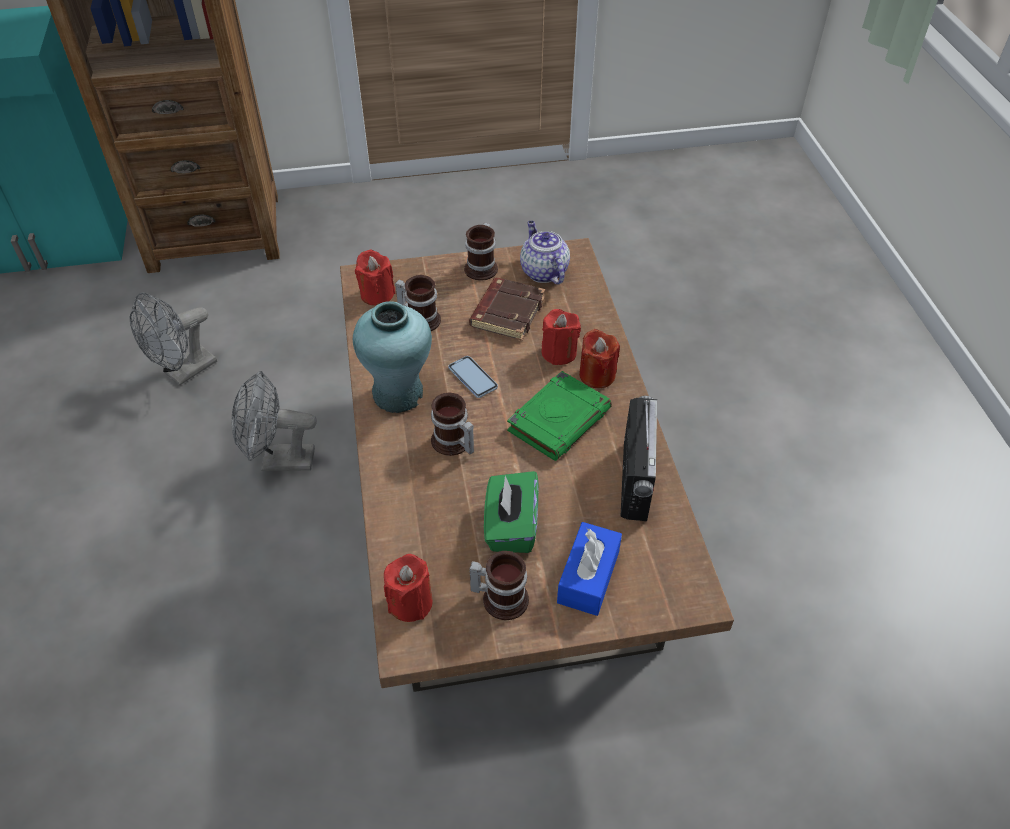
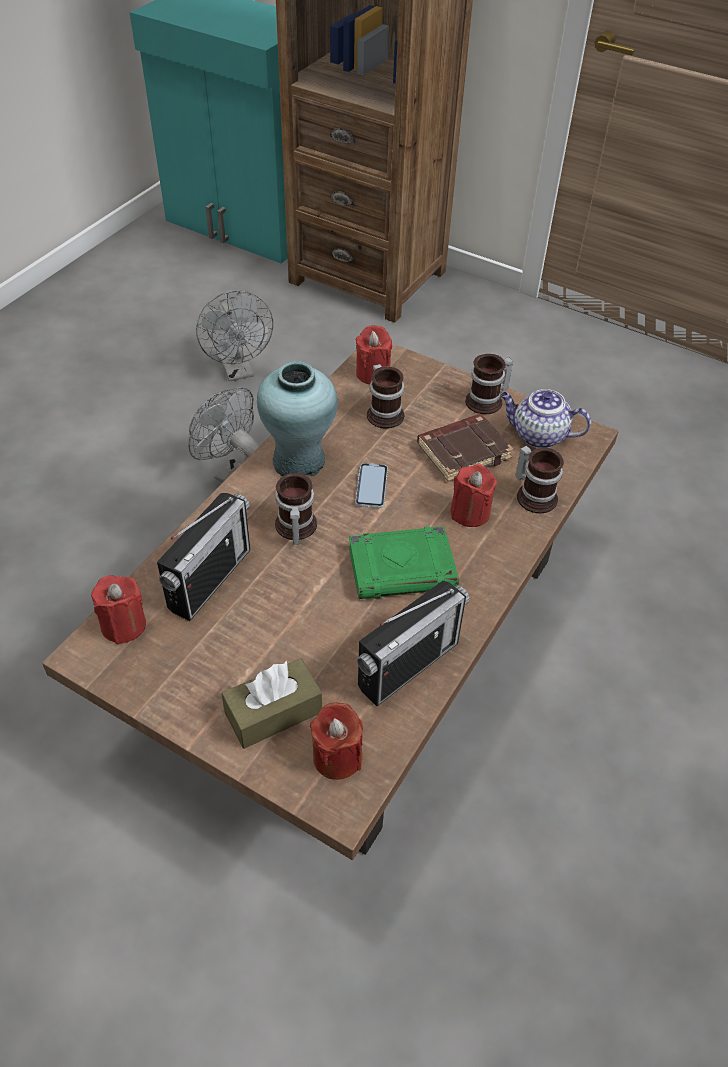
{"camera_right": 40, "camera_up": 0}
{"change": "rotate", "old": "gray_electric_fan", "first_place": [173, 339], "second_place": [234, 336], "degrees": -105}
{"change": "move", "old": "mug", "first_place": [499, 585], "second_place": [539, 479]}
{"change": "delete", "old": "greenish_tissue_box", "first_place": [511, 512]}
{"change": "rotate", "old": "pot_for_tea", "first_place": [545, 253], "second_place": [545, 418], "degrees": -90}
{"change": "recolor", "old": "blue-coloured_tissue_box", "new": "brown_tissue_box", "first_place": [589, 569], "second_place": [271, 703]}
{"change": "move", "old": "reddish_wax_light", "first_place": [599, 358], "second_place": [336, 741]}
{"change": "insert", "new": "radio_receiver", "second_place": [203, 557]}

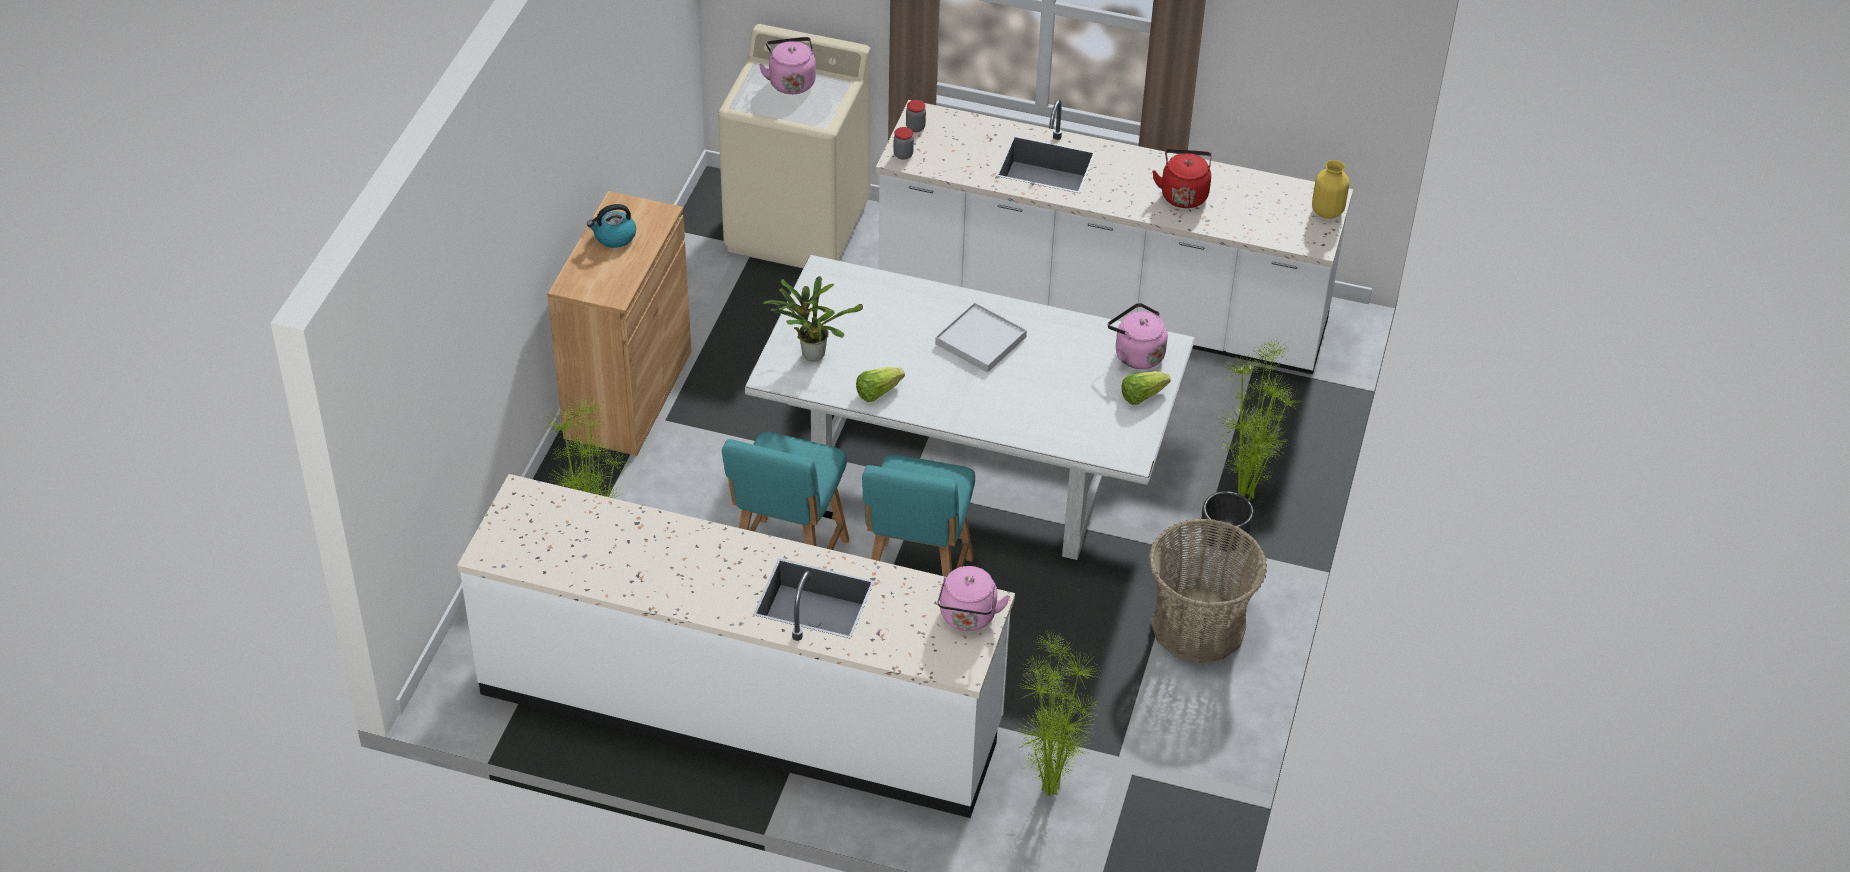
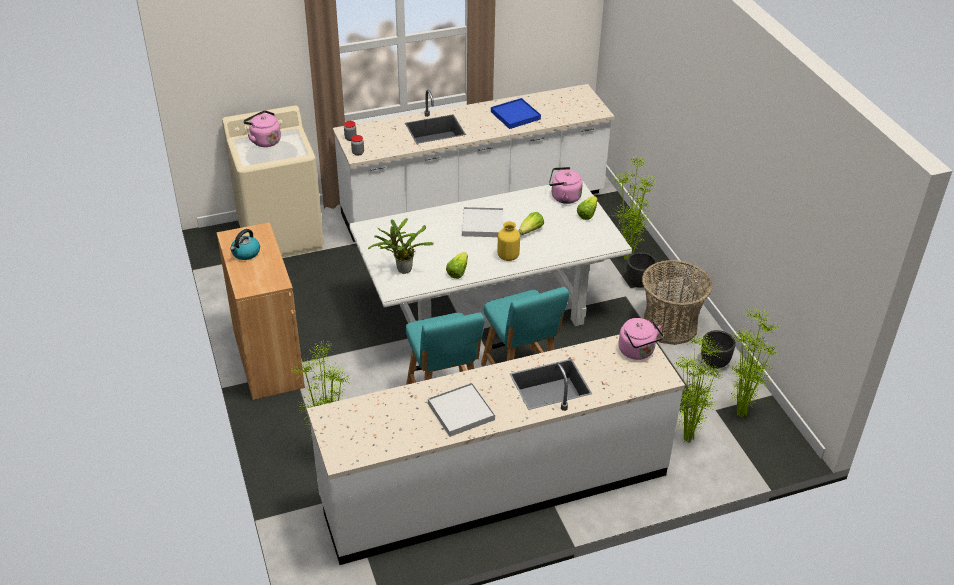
{"camera_right": -35, "camera_up": -5}
{"change": "replace", "old": "reddish_tea_kettle", "new": "blue-coloured_tray", "first_place": [1182, 178], "second_place": [516, 113]}
{"change": "move", "old": "yellowish_decorative_vase", "first_place": [1330, 189], "second_place": [509, 241]}
{"change": "insert", "new": "whitish_tray", "second_place": [461, 410]}
{"change": "insert", "new": "lettuce_head", "second_place": [531, 223]}
{"change": "insert", "new": "black_flower_pot", "second_place": [718, 349]}
{"change": "insert", "new": "plant_in_a_pot", "second_place": [755, 363]}

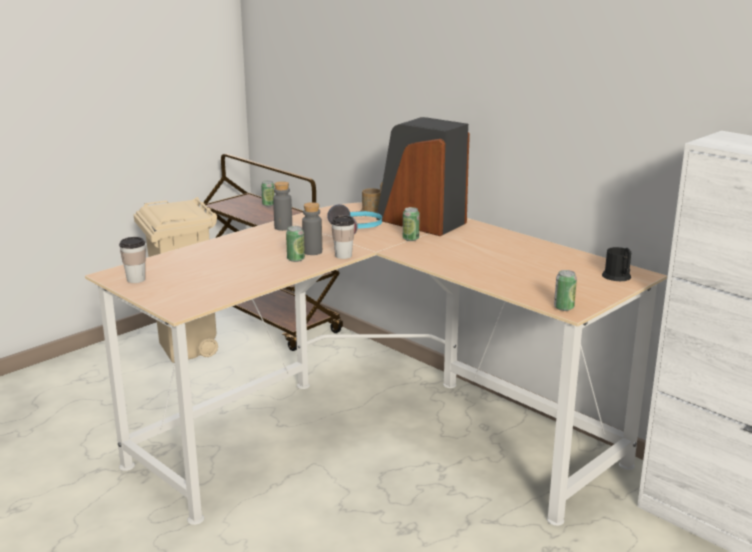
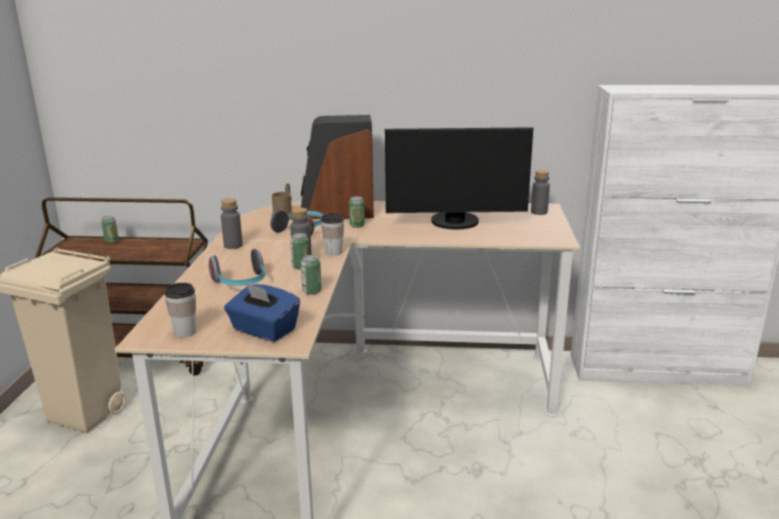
{"camera_right": -40, "camera_up": 0}
{"change": "move", "old": "can", "first_place": [565, 290], "second_place": [311, 275]}
{"change": "replace", "old": "black_mug", "new": "gray_bottle", "first_place": [616, 264], "second_place": [540, 192]}
{"change": "insert", "new": "headset", "second_place": [237, 267]}
{"change": "insert", "new": "blue-coloured_tissue_box", "second_place": [262, 312]}
{"change": "insert", "new": "computer_screen", "second_place": [459, 178]}

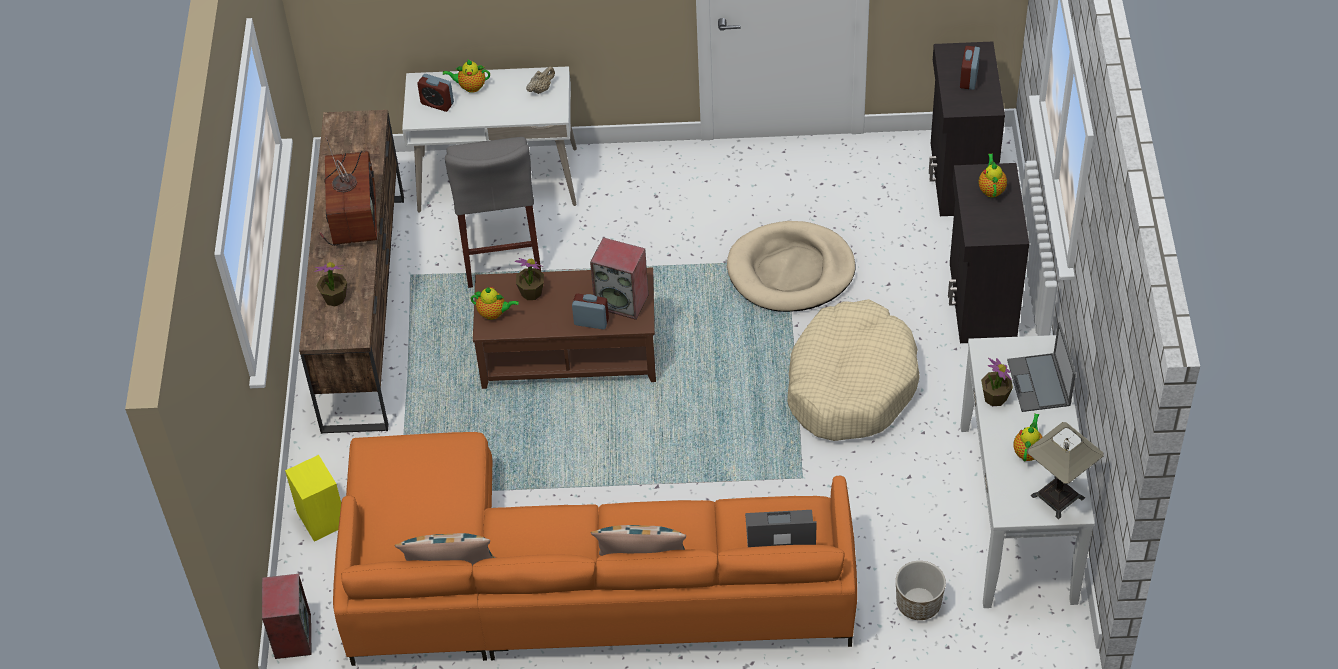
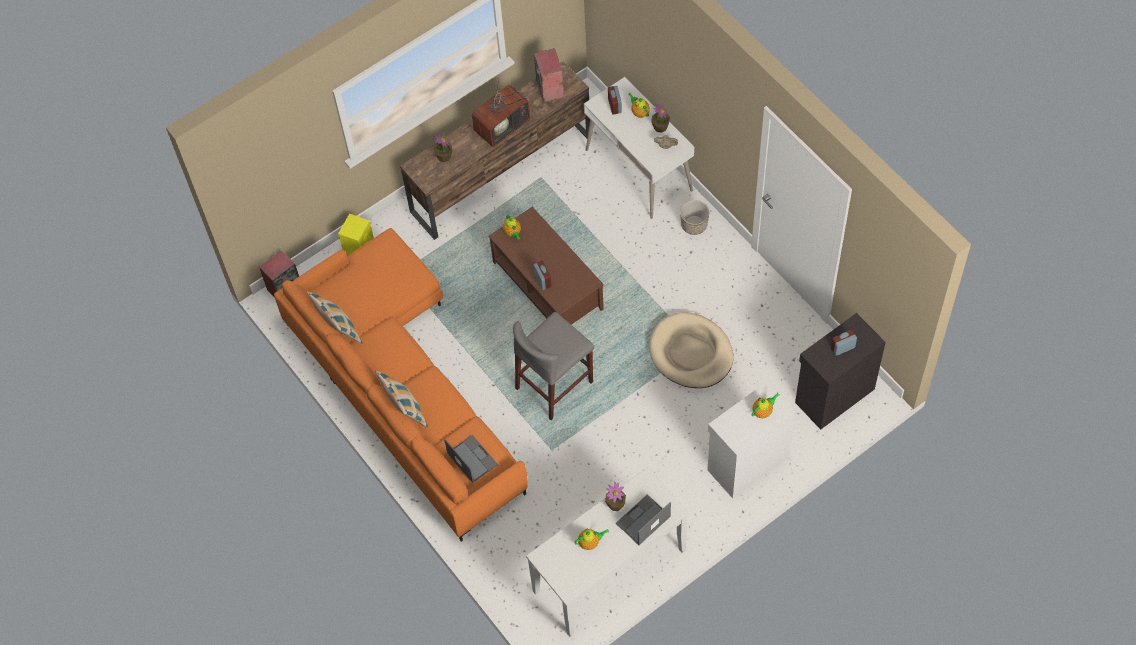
{"camera_right": 55, "camera_up": 10}
{"change": "move", "old": "gray_stool_seat", "first_place": [493, 212], "second_place": [553, 366]}
{"change": "move", "old": "plant_in_a_pot", "first_place": [529, 279], "second_place": [660, 118]}
{"change": "move", "old": "speaker", "first_place": [619, 278], "second_place": [549, 75]}
{"change": "delete", "old": "sand-coloured_pet_bed", "first_place": [853, 370]}
{"change": "move", "old": "flower_pot", "first_place": [921, 590], "second_place": [694, 217]}
{"change": "recolor", "old": "black_cabinet", "new": "whitish_cabinet", "first_place": [988, 253], "second_place": [751, 440]}
{"change": "delete", "old": "table_lamp", "first_place": [1065, 470]}

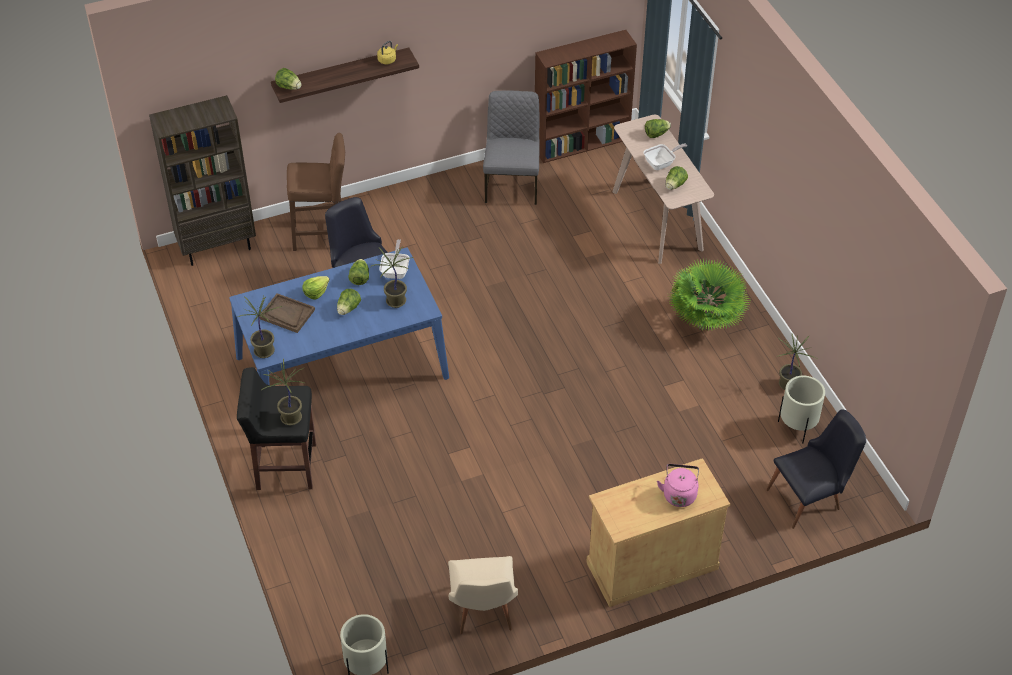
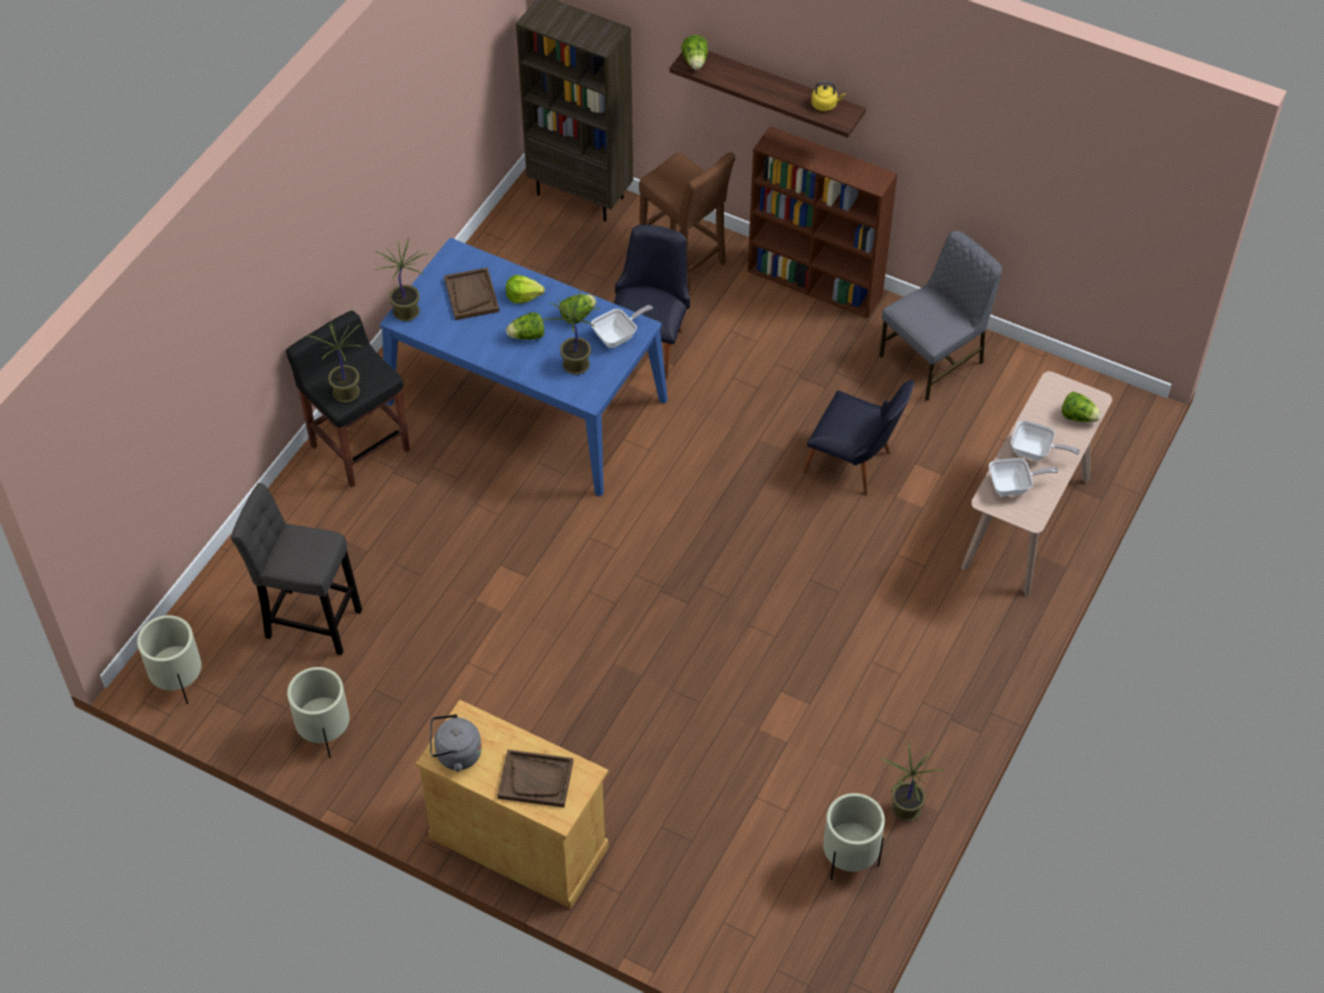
{"camera_right": 50, "camera_up": 5}
{"change": "replace", "old": "sand-coloured_upright_chair", "new": "sand-coloured_flower_pot", "first_place": [483, 595], "second_place": [318, 712]}
{"change": "move", "old": "brown_shelving_unit", "first_place": [586, 96], "second_place": [822, 222]}
{"change": "replace", "old": "pink_tea_kettle", "new": "brown_tray", "first_place": [678, 485], "second_place": [535, 778]}
{"change": "replace", "old": "lettuce_head", "new": "pan", "first_place": [677, 178], "second_place": [1024, 477]}
{"change": "delete", "old": "plant_in_a_pot", "first_place": [709, 294]}
{"change": "move", "old": "black_upright_chair", "first_place": [816, 469], "second_place": [858, 437]}
{"change": "insert", "new": "gray_stool_seat", "second_place": [296, 569]}
{"change": "insert", "new": "gray_tea_kettle", "second_place": [456, 743]}

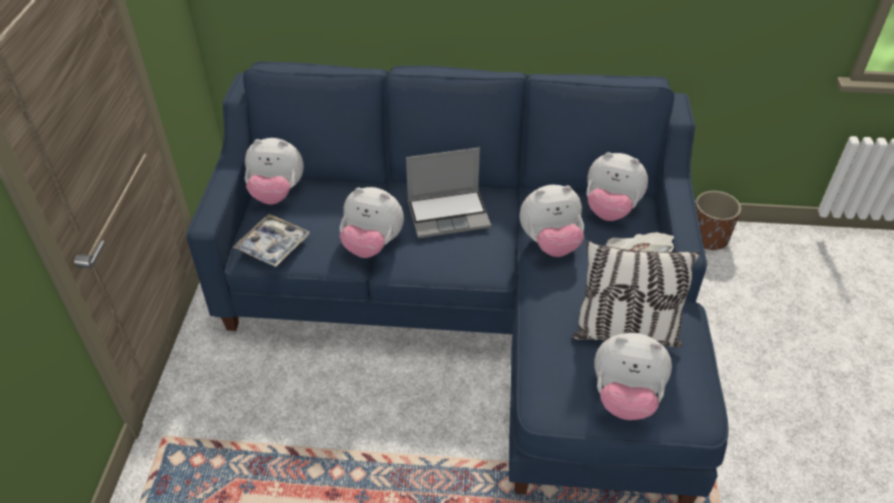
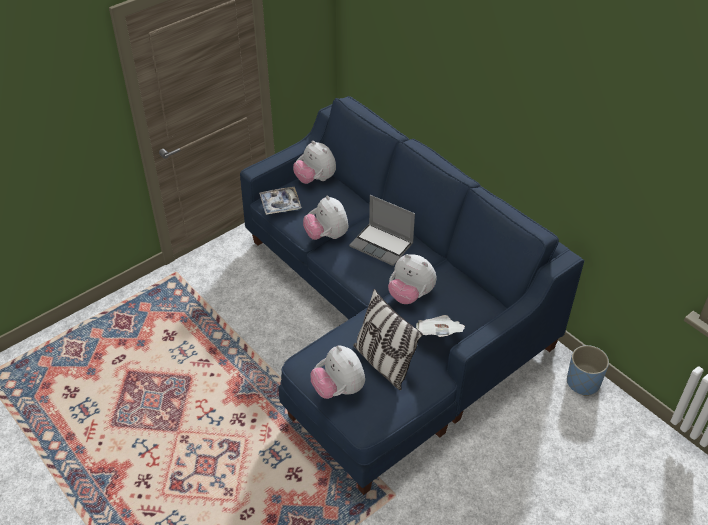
{"camera_right": 45, "camera_up": 0}
{"change": "delete", "old": "plush_toy", "first_place": [617, 186]}
{"change": "recolor", "old": "brown_flower_pot", "new": "blue-coloured_flower_pot", "first_place": [718, 220], "second_place": [588, 370]}

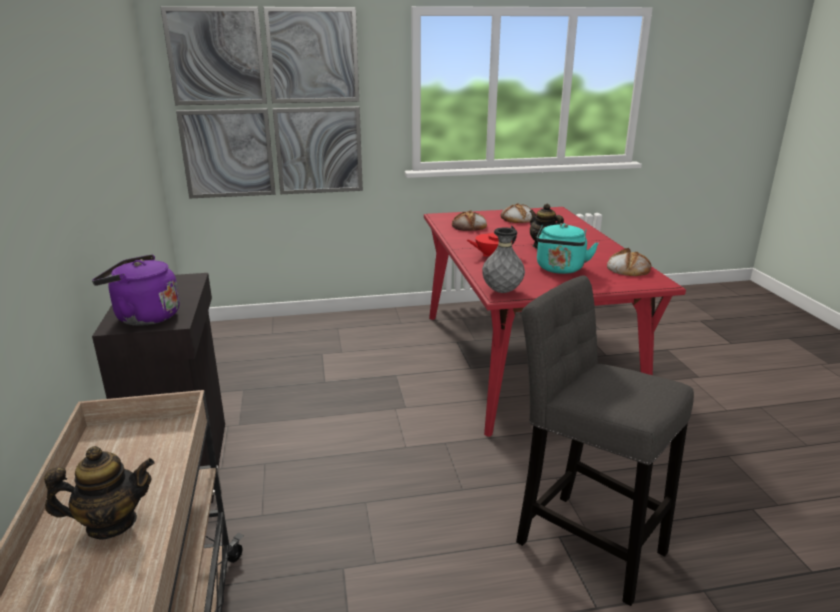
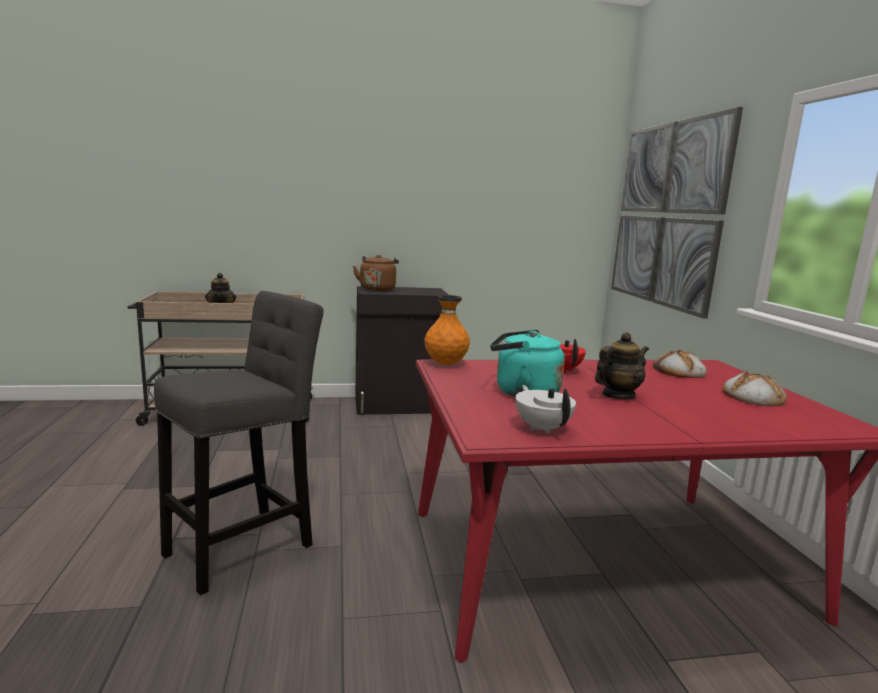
{"camera_right": 90, "camera_up": -10}
{"change": "recolor", "old": "purple_tea_kettle", "new": "brown_tea_kettle", "first_place": [136, 290], "second_place": [376, 273]}
{"change": "recolor", "old": "gray_decorative_vase", "new": "orangey_decorative_vase", "first_place": [503, 260], "second_place": [447, 330]}
{"change": "replace", "old": "bakery_bread", "new": "whitish_pot_for_tea", "first_place": [629, 262], "second_place": [545, 409]}

